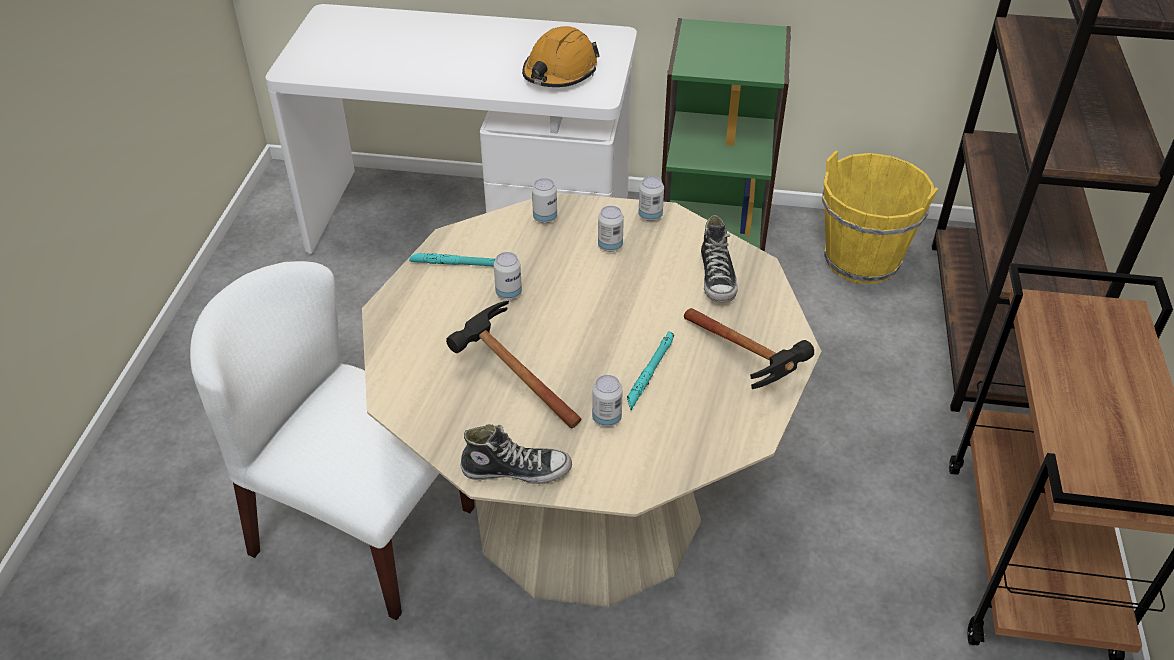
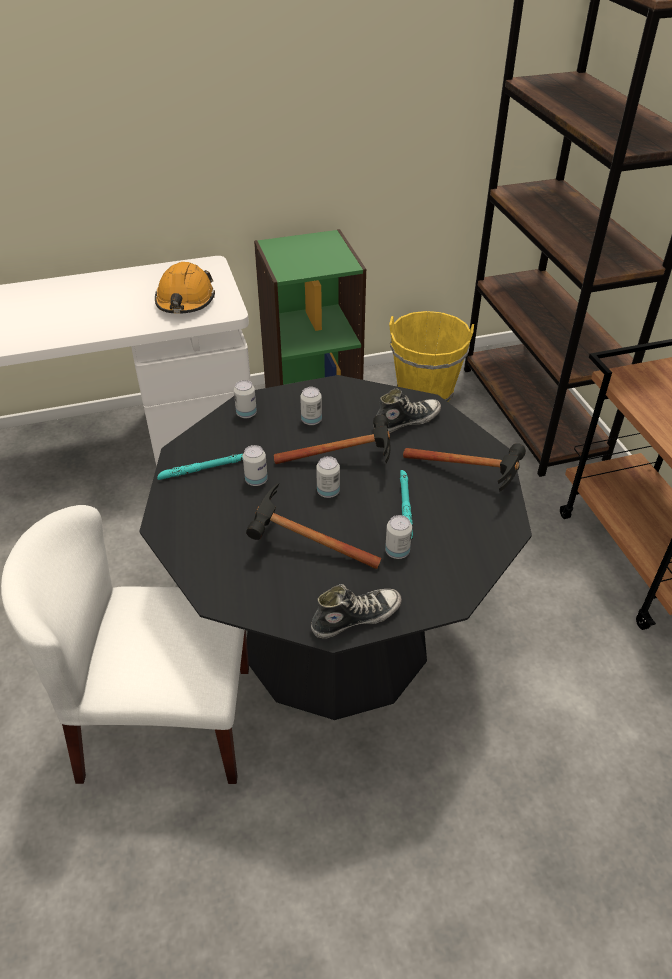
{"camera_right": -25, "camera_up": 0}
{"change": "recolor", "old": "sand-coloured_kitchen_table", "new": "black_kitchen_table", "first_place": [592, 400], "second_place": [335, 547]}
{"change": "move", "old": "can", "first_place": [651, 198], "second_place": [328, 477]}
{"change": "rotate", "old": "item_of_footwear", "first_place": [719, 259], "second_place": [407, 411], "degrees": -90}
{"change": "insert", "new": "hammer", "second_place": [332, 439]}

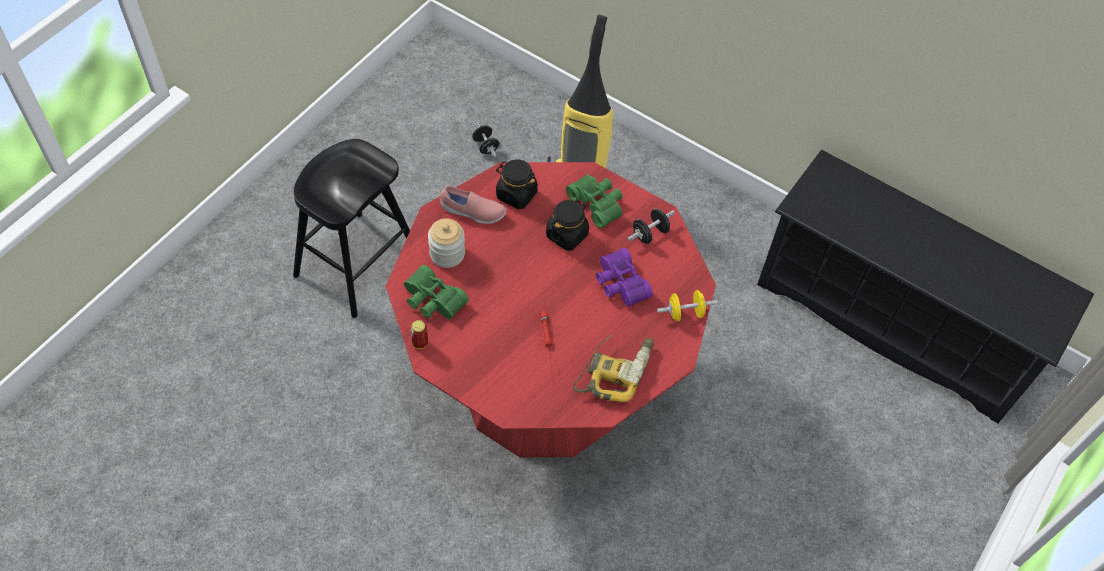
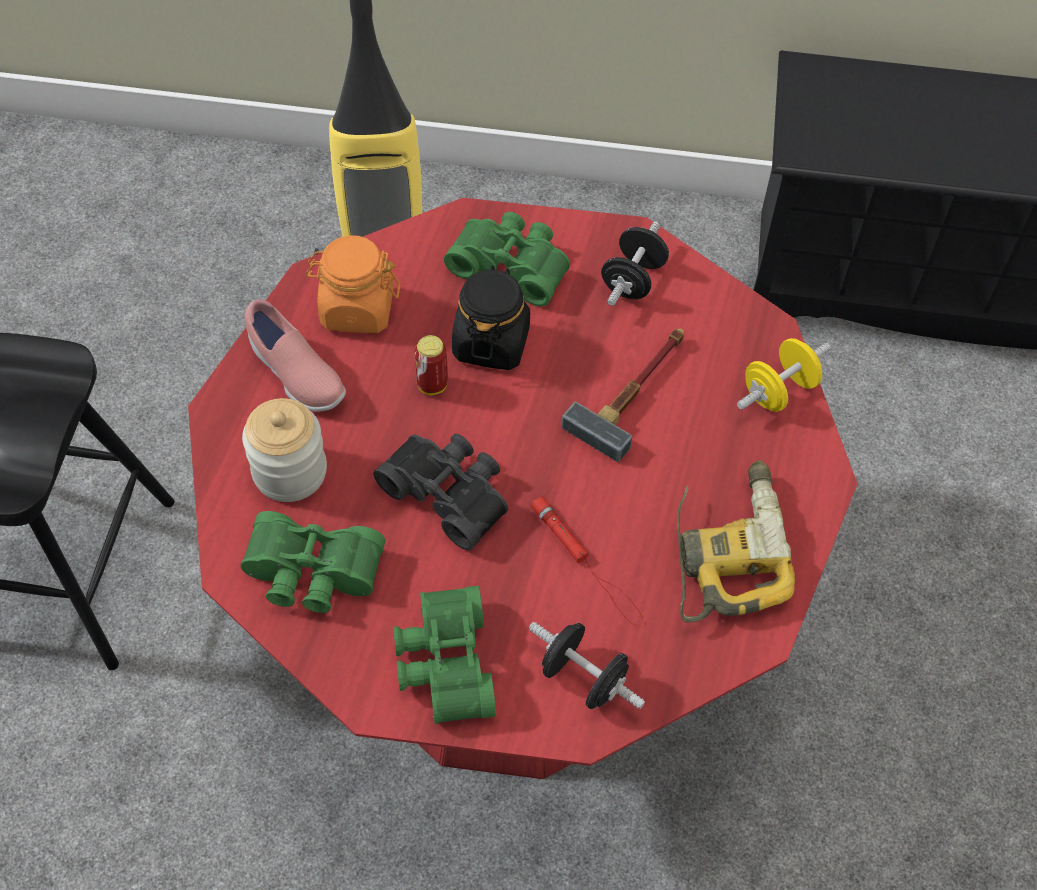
{"camera_right": -25, "camera_up": 0}
{"change": "move", "old": "can", "first_place": [419, 334], "second_place": [431, 365]}
{"change": "rotate", "old": "pink_item_of_footwear", "first_place": [473, 204], "second_place": [295, 355], "degrees": 60}
{"change": "move", "old": "black_hand_weight", "first_place": [485, 140], "second_place": [587, 665]}
{"change": "recolor", "old": "black_jar", "new": "orangey_jar", "first_place": [517, 184], "second_place": [352, 284]}
{"change": "replace", "old": "purple_pair_of_binoculars", "new": "hammer", "first_place": [624, 277], "second_place": [622, 395]}
{"change": "insert", "new": "black_pair_of_binoculars", "second_place": [441, 492]}
{"change": "insert", "new": "greenish_pair_of_binoculars", "second_place": [444, 655]}

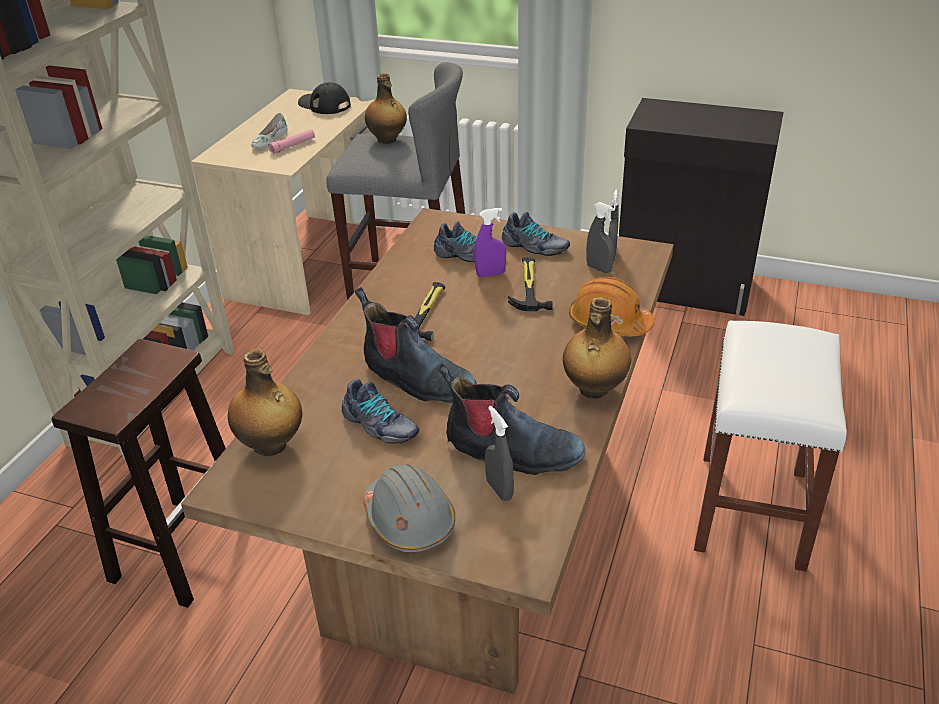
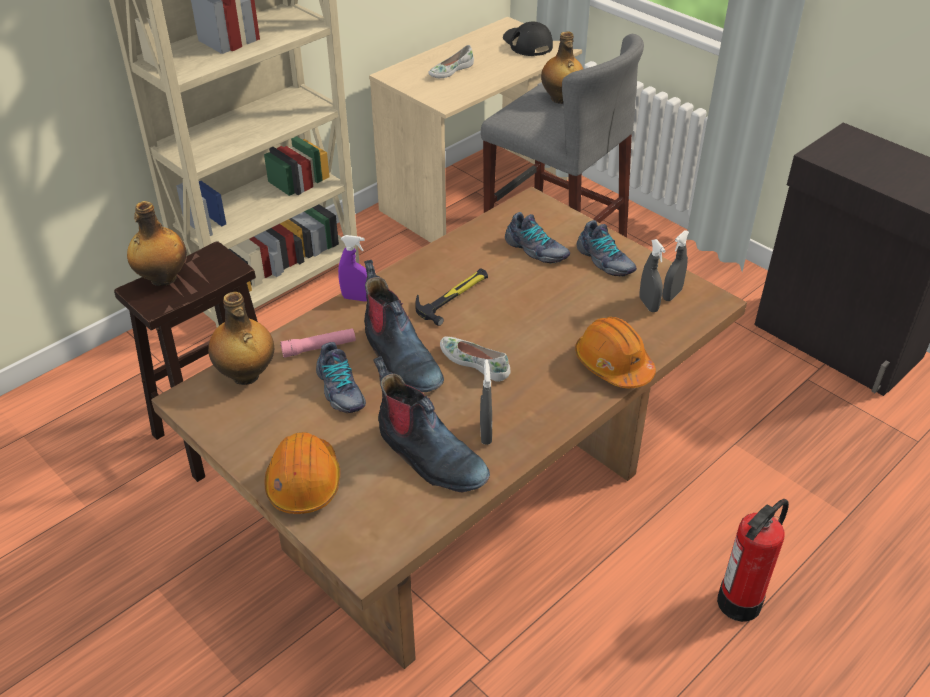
{"camera_right": 25, "camera_up": 5}
{"change": "move", "old": "pink_flashlight", "first_place": [291, 141], "second_place": [318, 343]}
{"change": "recolor", "old": "gray_hard_hat", "new": "orangey_hard_hat", "first_place": [409, 508], "second_place": [302, 473]}
{"change": "move", "old": "purple_hand_sprayer", "first_place": [490, 242], "second_place": [352, 268]}
{"change": "move", "old": "gray_hand_sprayer", "first_place": [499, 453], "second_place": [486, 402]}
{"change": "delete", "old": "hammer", "first_place": [530, 284]}
{"change": "move", "old": "bottle", "first_place": [597, 348], "second_place": [157, 243]}
{"change": "replace", "old": "whitish_stool_seat", "new": "extinguisher", "first_place": [770, 446], "second_place": [753, 560]}
{"change": "insert", "new": "whitish_item_of_footwear", "second_place": [475, 359]}

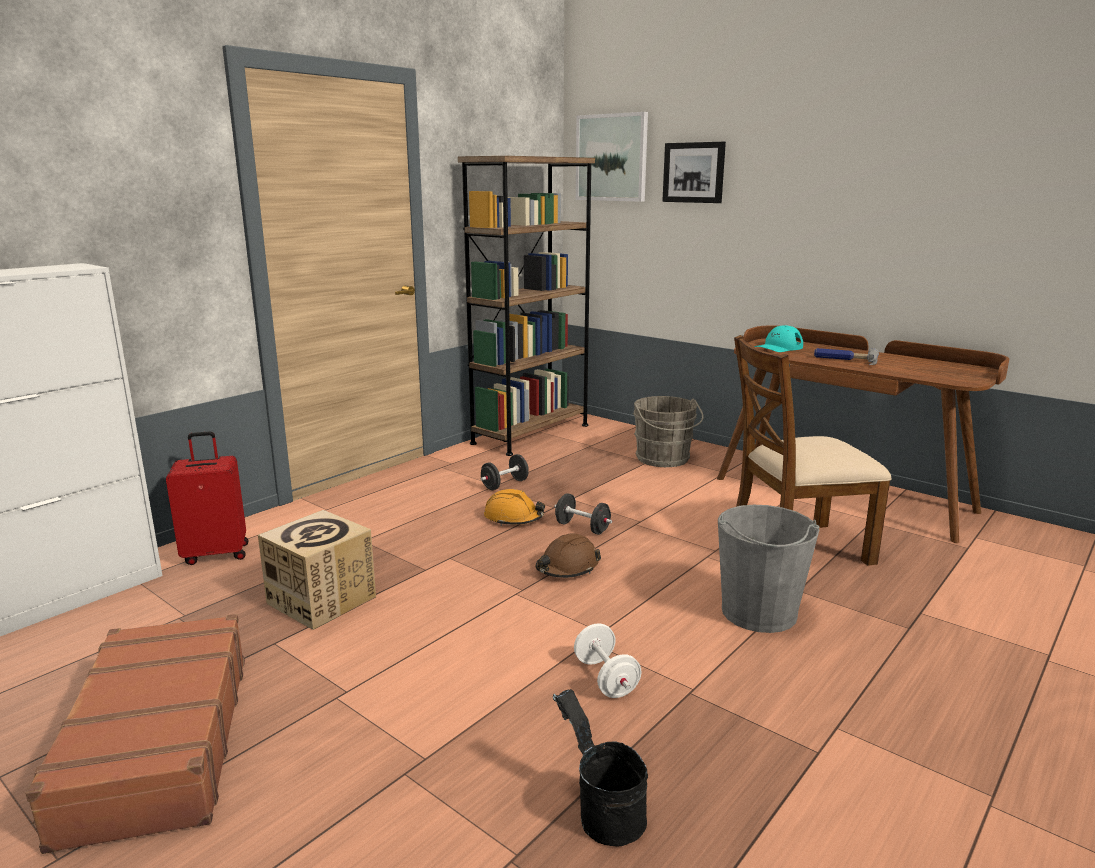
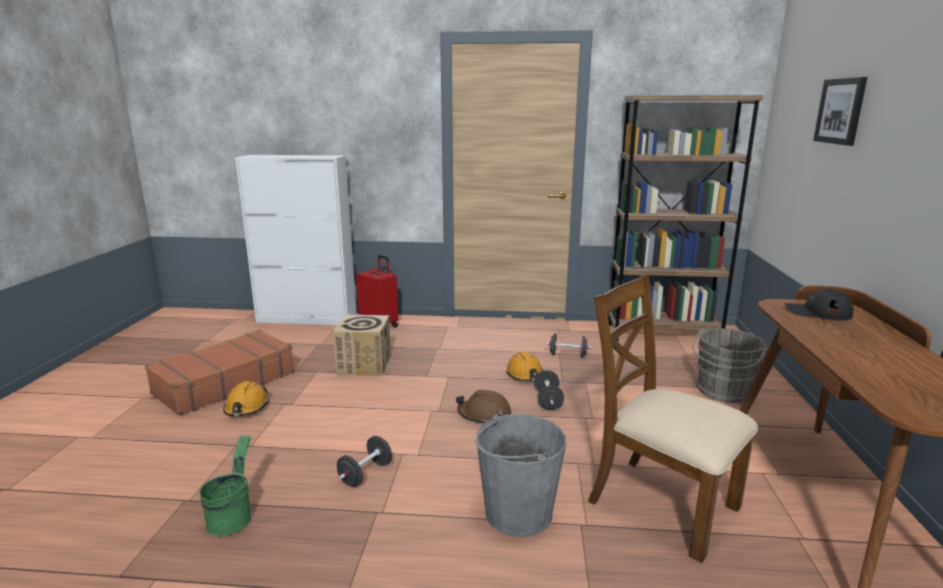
{"camera_right": 55, "camera_up": 0}
{"change": "recolor", "old": "black_bucket", "new": "greenish_bucket", "first_place": [600, 767], "second_place": [226, 485]}
{"change": "recolor", "old": "whitish_hand_weight", "new": "black_hand_weight", "first_place": [608, 660], "second_place": [364, 461]}
{"change": "delete", "old": "wall_picture", "first_place": [612, 157]}
{"change": "recolor", "old": "turquoise_cap", "new": "black_cap", "first_place": [778, 338], "second_place": [819, 305]}
{"change": "delete", "old": "hammer", "first_place": [846, 356]}
{"change": "insert", "new": "orangey_hard_hat", "second_place": [246, 398]}

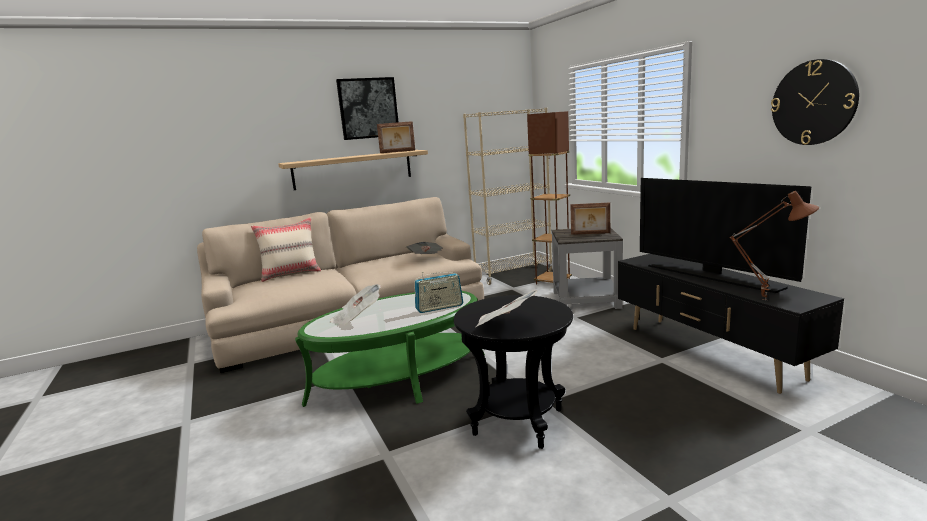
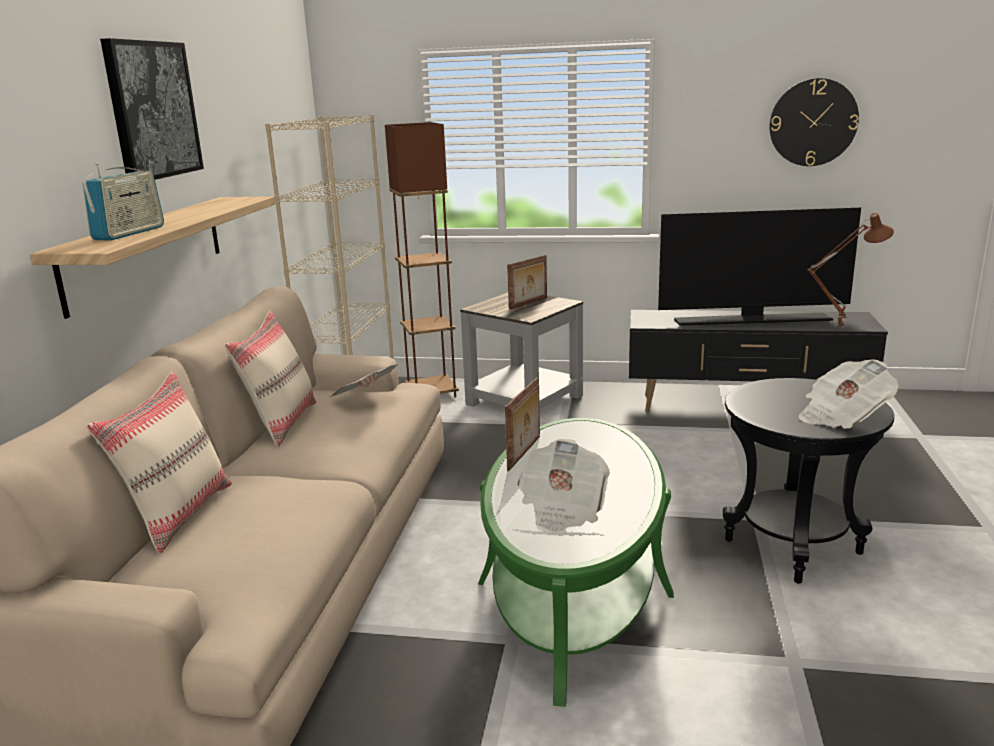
{"camera_right": -55, "camera_up": 5}
{"change": "move", "old": "picture_frame", "first_place": [396, 137], "second_place": [522, 424]}
{"change": "move", "old": "radio_receiver", "first_place": [438, 292], "second_place": [123, 202]}
{"change": "insert", "new": "sand-coloured_pillow", "second_place": [270, 379]}

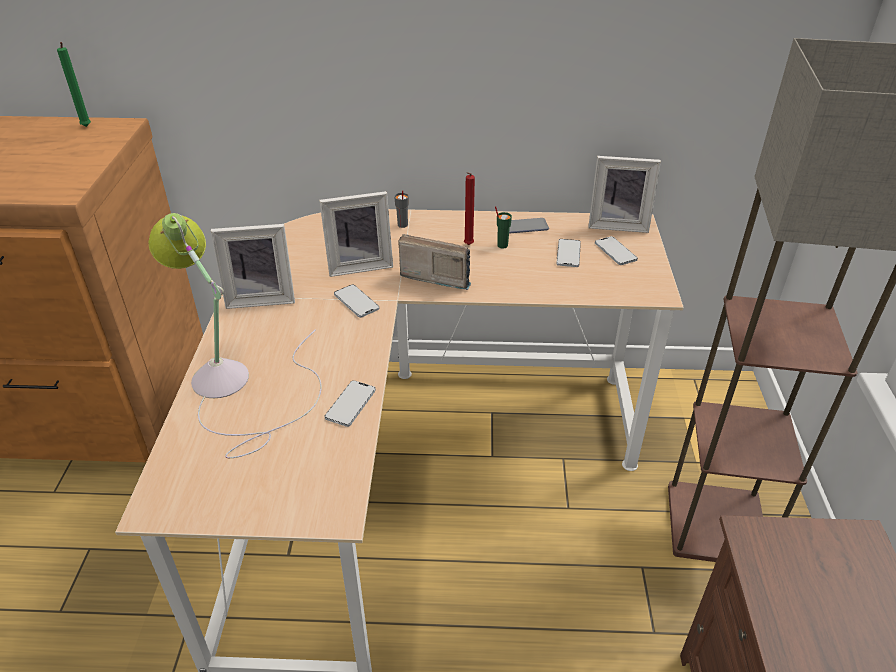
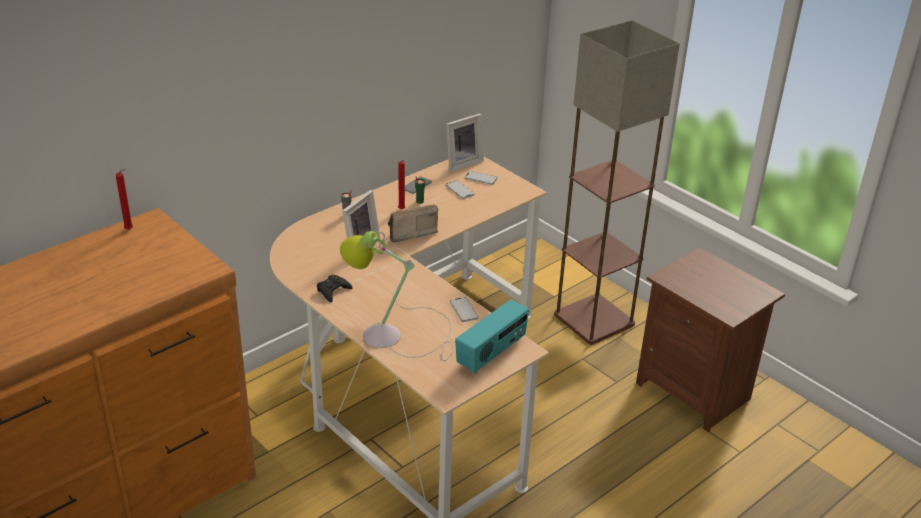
{"camera_right": -45, "camera_up": -5}
{"change": "recolor", "old": "greenish_wax_light", "new": "reddish_wax_light", "first_place": [74, 84], "second_place": [124, 199]}
{"change": "replace", "old": "picture_frame", "new": "black_game_controller", "first_place": [253, 266], "second_place": [335, 288]}
{"change": "delete", "old": "handset", "first_place": [356, 301]}
{"change": "insert", "new": "radio_receiver", "second_place": [492, 336]}

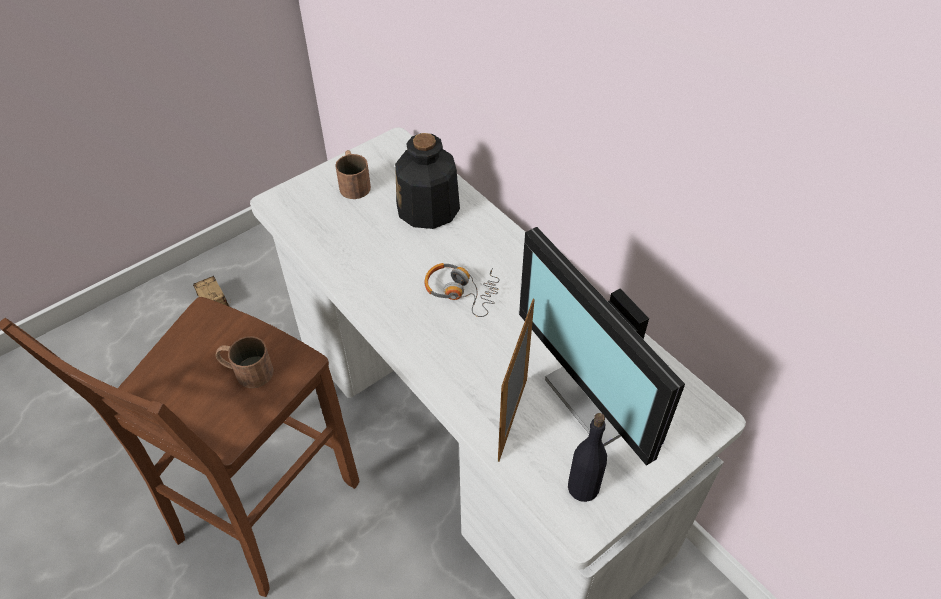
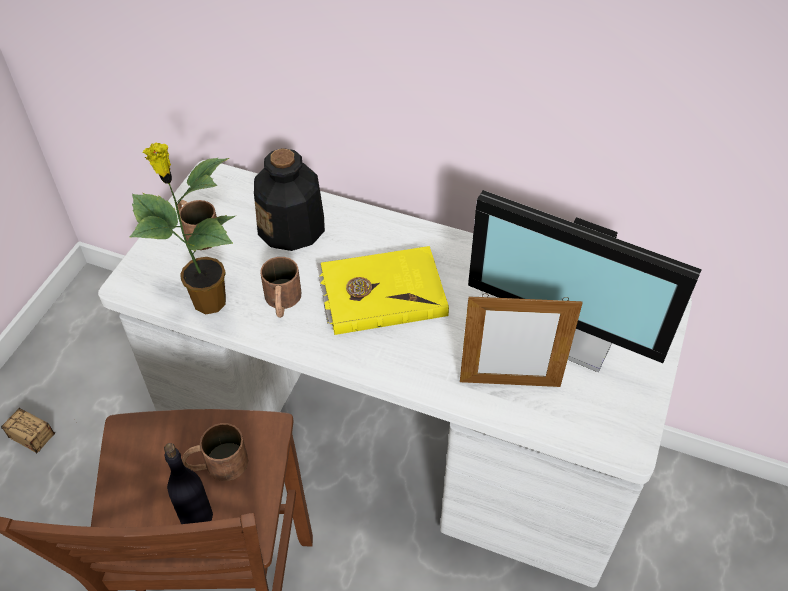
{"camera_right": -30, "camera_up": 0}
{"change": "replace", "old": "headset", "new": "yellowish_volume", "first_place": [461, 290], "second_place": [383, 290]}
{"change": "rotate", "old": "picture_frame", "first_place": [516, 380], "second_place": [521, 340], "degrees": -75}
{"change": "move", "old": "black_bottle", "first_place": [587, 457], "second_place": [188, 483]}
{"change": "insert", "new": "plant_in_a_pot", "second_place": [182, 229]}
{"change": "insert", "new": "brown_mug", "second_place": [280, 287]}

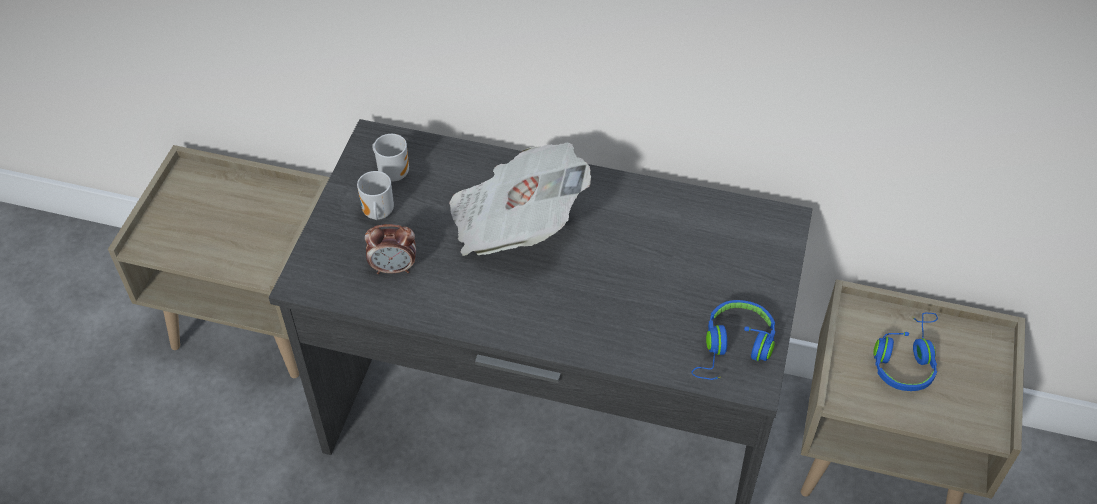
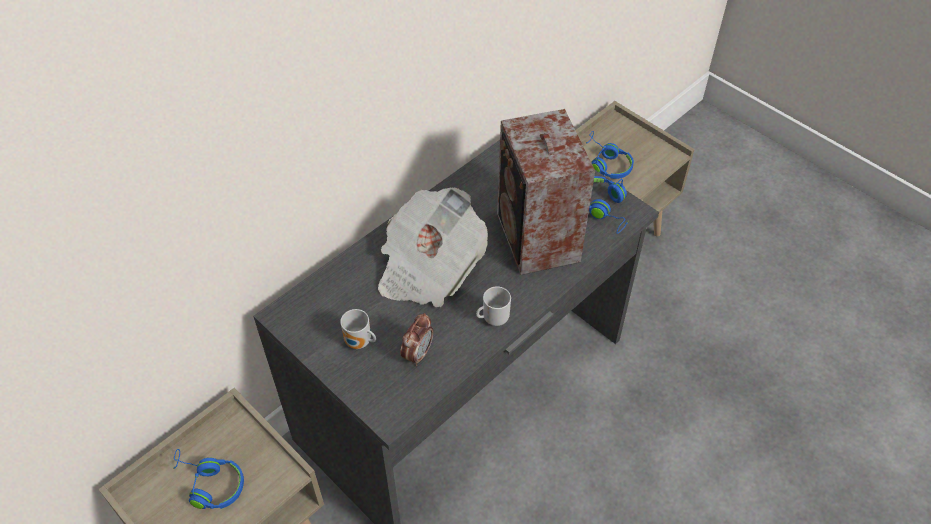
{"camera_right": -60, "camera_up": 0}
{"change": "move", "old": "mug", "first_place": [390, 157], "second_place": [493, 306]}
{"change": "insert", "new": "blue-coloured_headset", "second_place": [208, 479]}
{"change": "insert", "new": "speaker", "second_place": [546, 192]}

